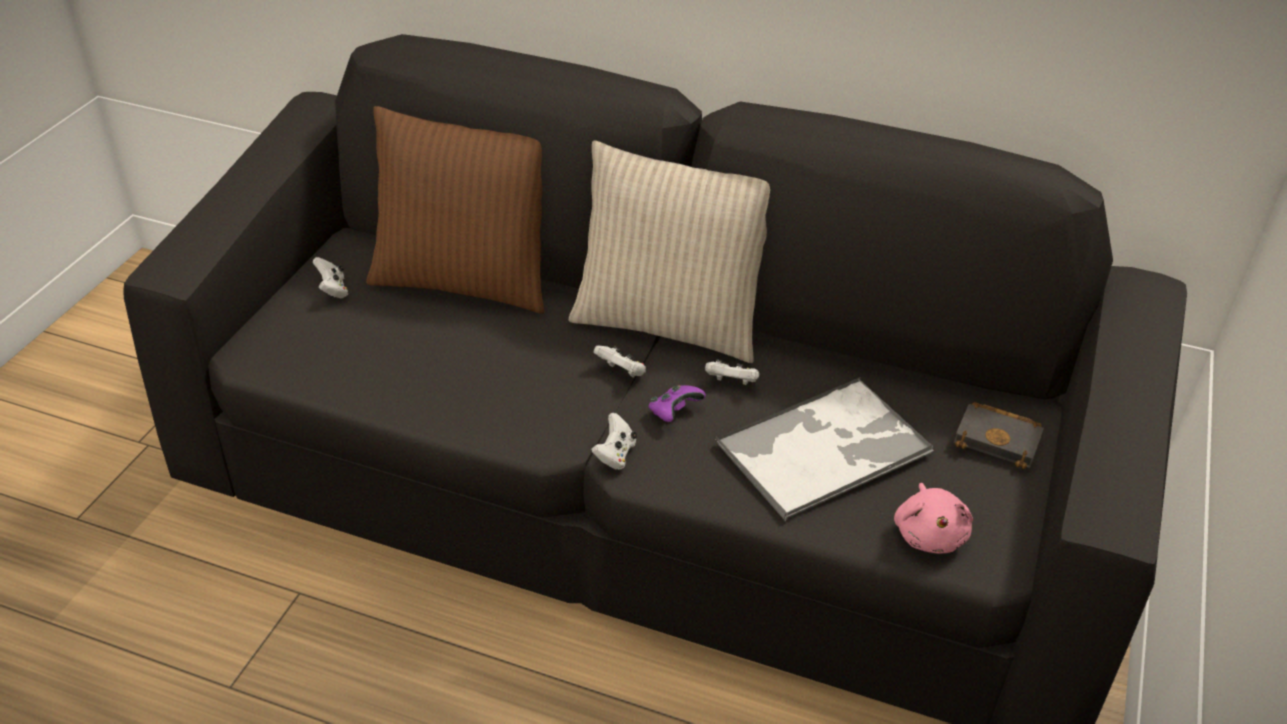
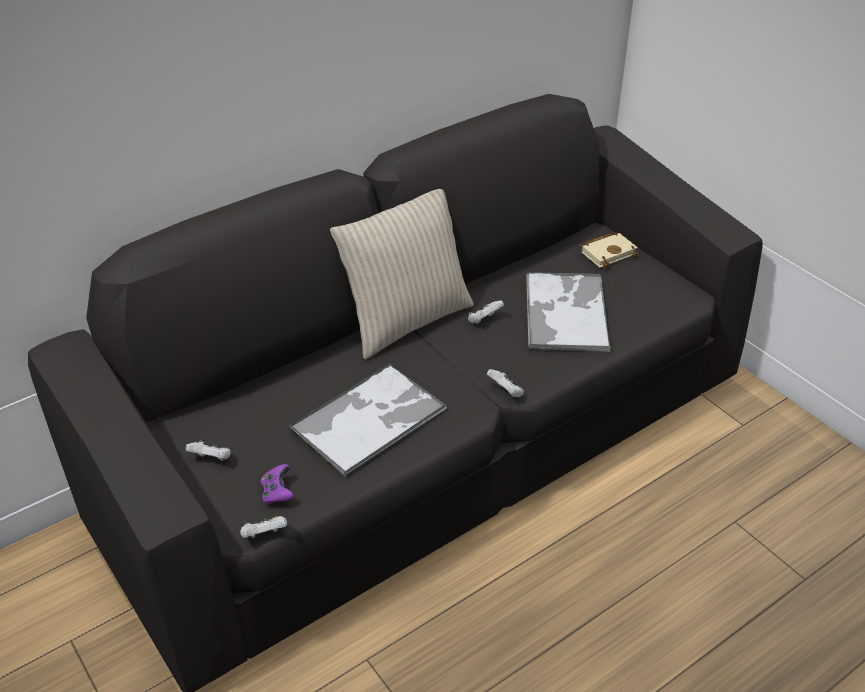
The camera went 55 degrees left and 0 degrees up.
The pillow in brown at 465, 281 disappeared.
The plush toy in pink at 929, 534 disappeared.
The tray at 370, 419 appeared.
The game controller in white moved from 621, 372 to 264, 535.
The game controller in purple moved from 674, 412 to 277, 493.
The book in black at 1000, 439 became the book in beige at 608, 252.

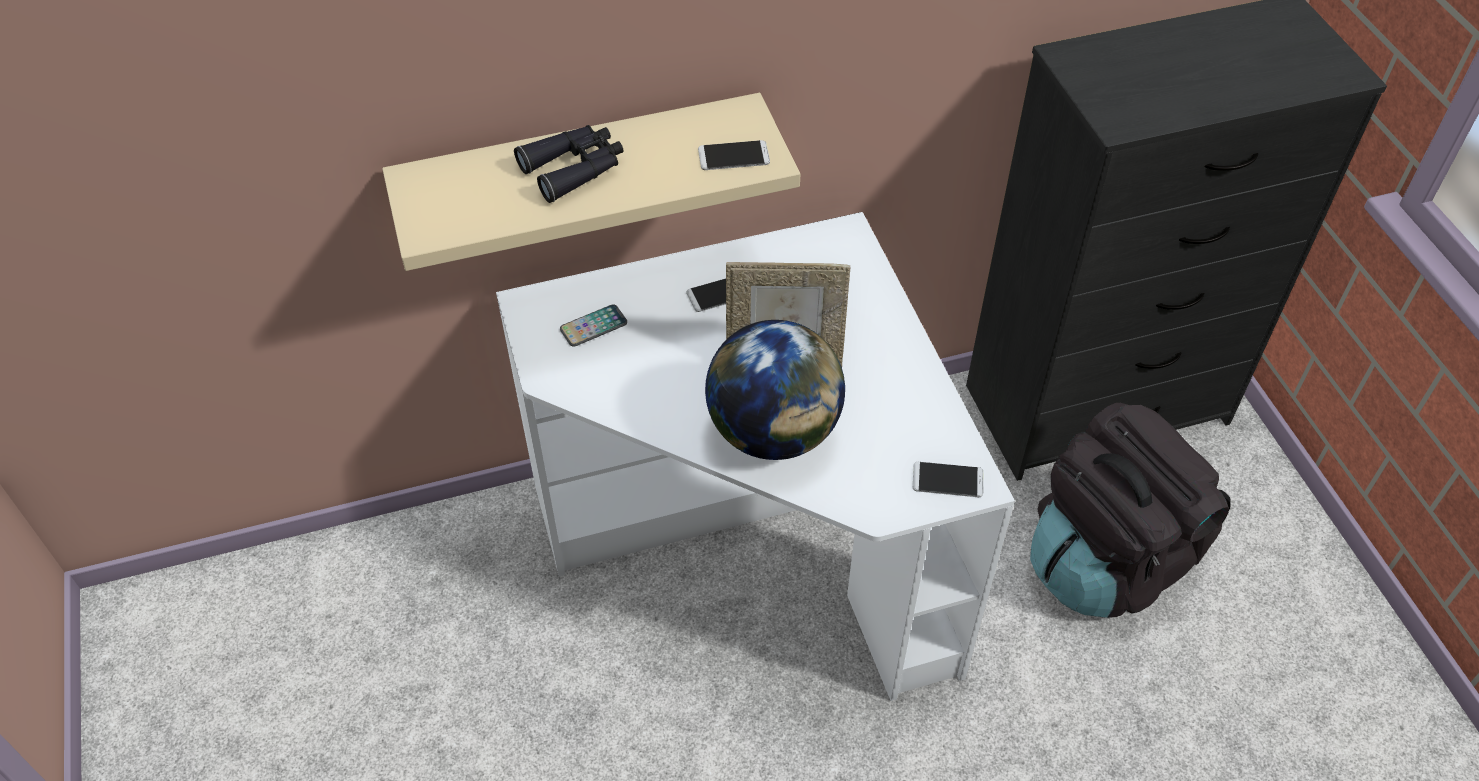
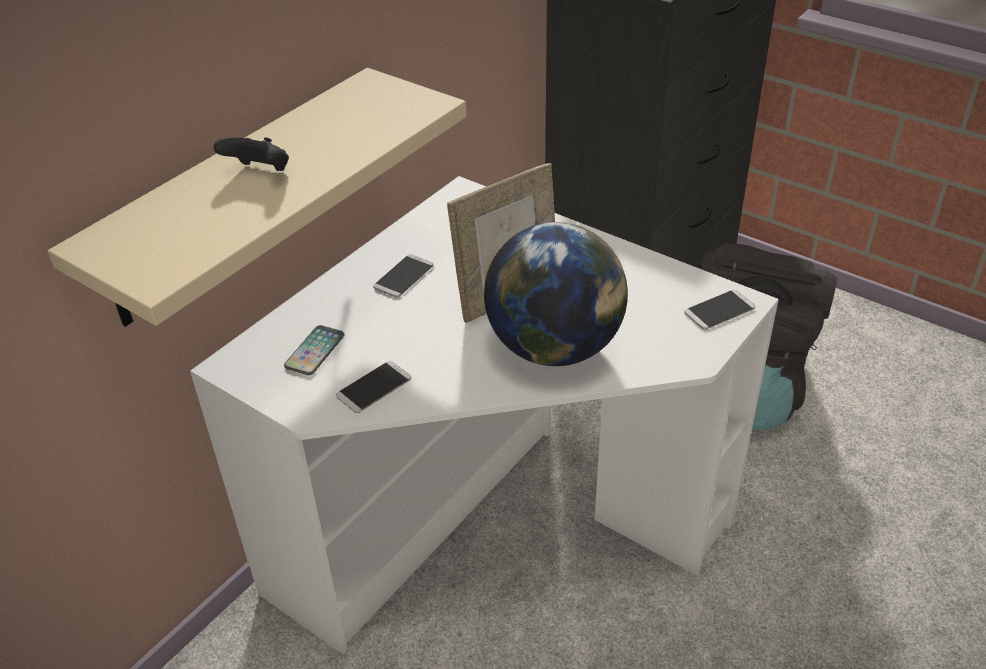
The camera went 35 degrees left and 10 degrees down.
The phone moved from 733, 156 to 374, 387.
The binoculars in black at 575, 168 was replaced by the game controller in black at 259, 172.

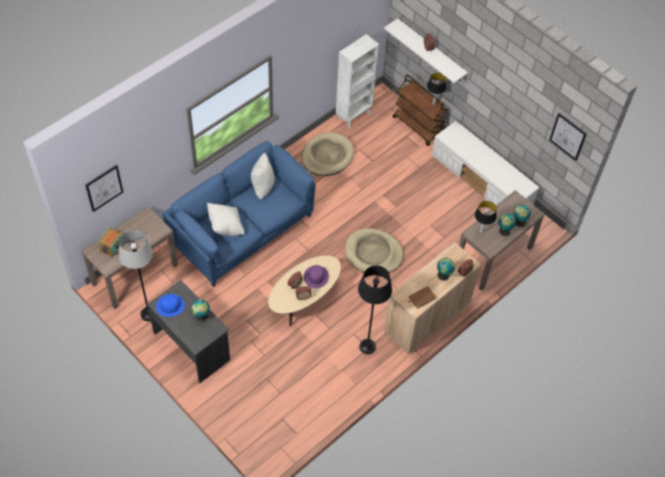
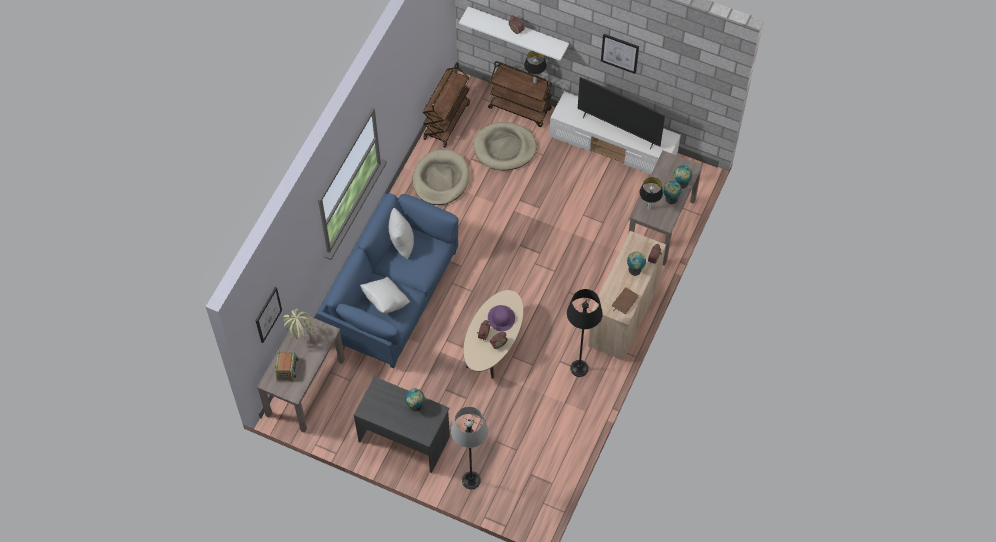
The camera went 20 degrees left and 5 degrees up.
The hat in blue at 170, 305 disappeared.
The potted plant at 302, 338 appeared.
The television at 619, 129 appeared.
The floor lamp in grey moved from 149, 314 to 471, 480.
The dog bed in beige moved from 373, 253 to 504, 148.
The picture moved from 568, 136 to 620, 53.
The bookcase in white at 354, 115 was replaced by the cart in brown at 446, 120.

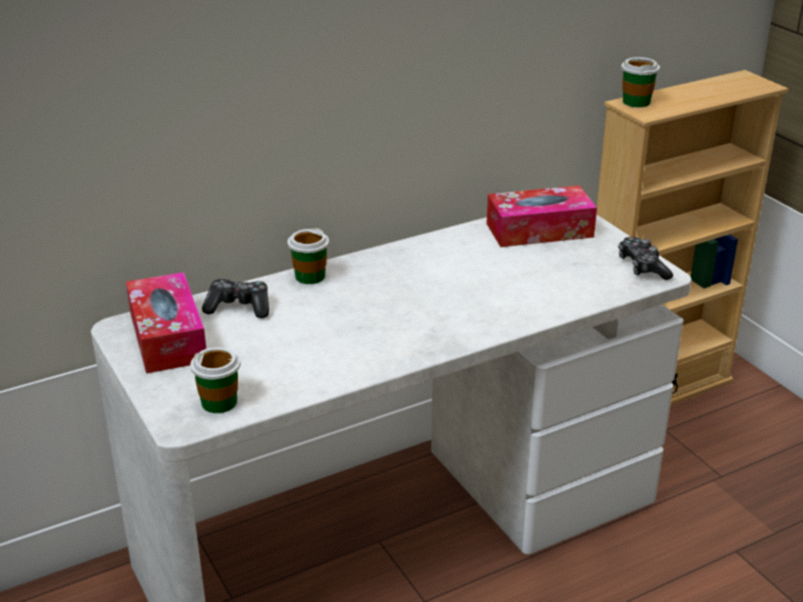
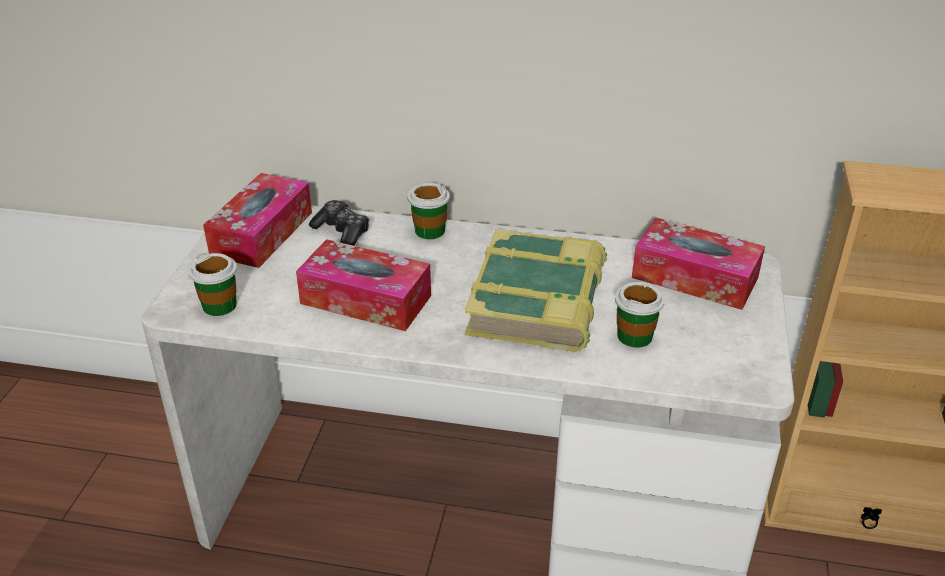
The camera went 40 degrees right and 5 degrees up.
The game controller at 642, 267 disappeared.
The tissue box at 366, 299 appeared.
The book at 538, 301 appeared.
The cup moved from 636, 102 to 635, 336.

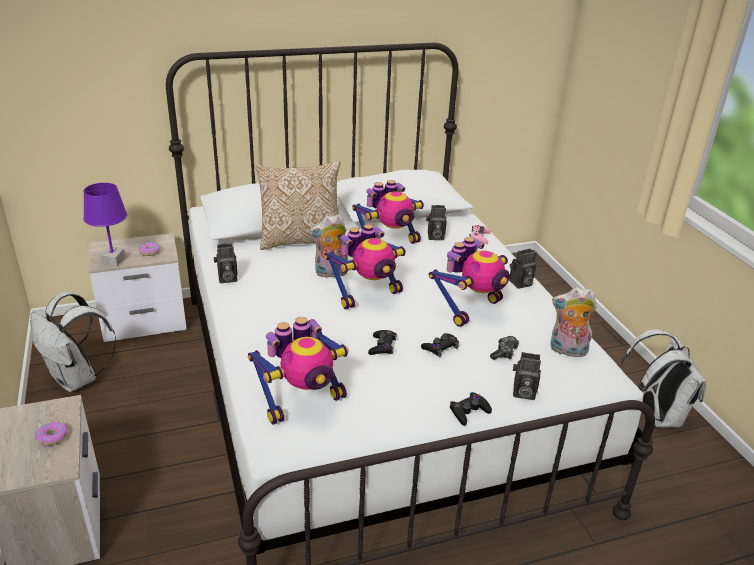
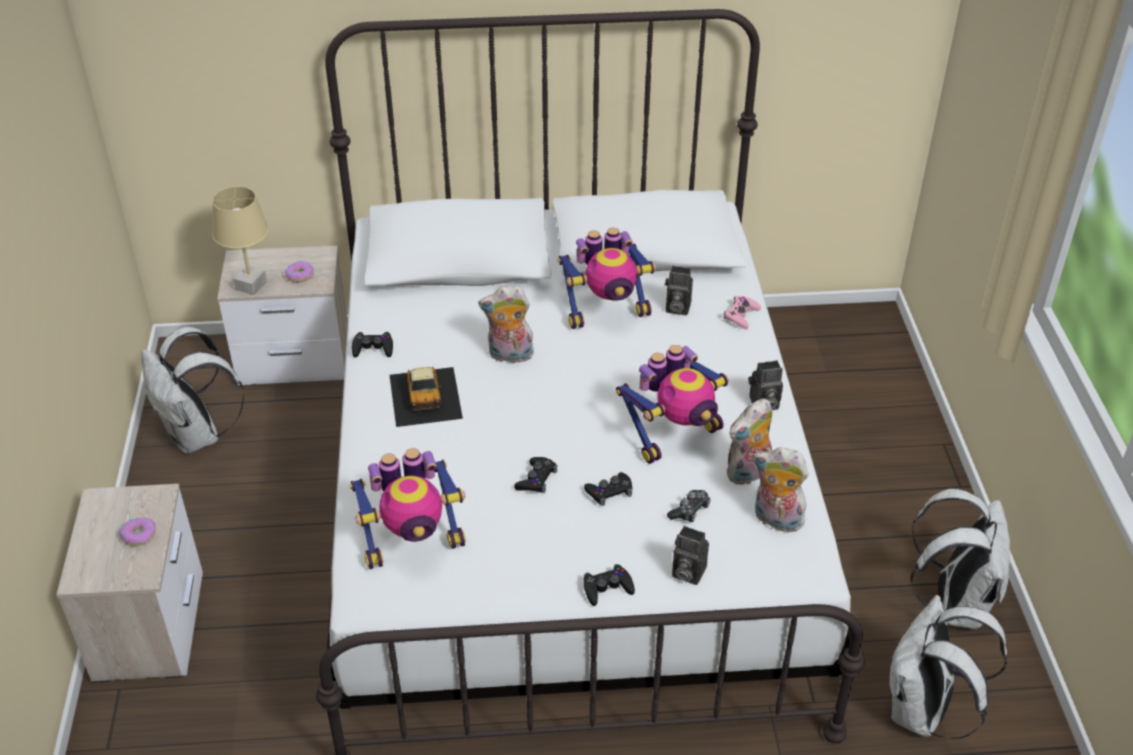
The camera went 15 degrees right and 10 degrees up.
The pillow at 301, 240 disappeared.
The toy robot at 367, 295 disappeared.
The toy car at 425, 396 appeared.
The plush toy at 748, 474 appeared.
The backpack in white at 923, 712 appeared.
The photo camera at 226, 279 was replaced by the game controller in black at 373, 348.
The table lamp in purple at 113, 261 became the table lamp in beige at 251, 286.

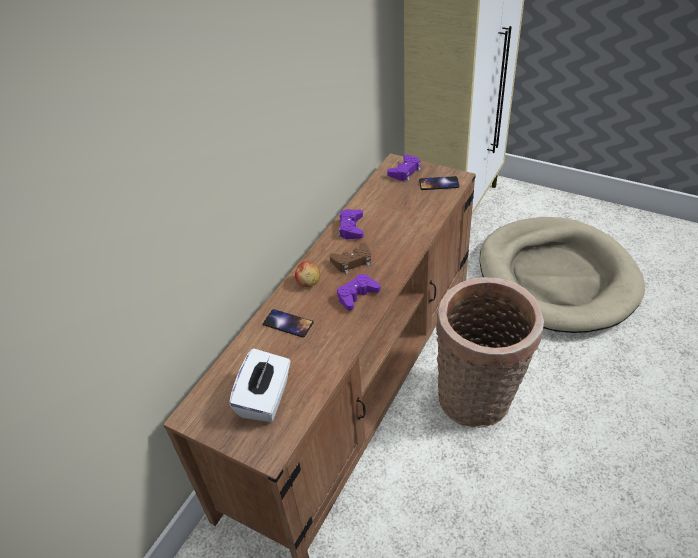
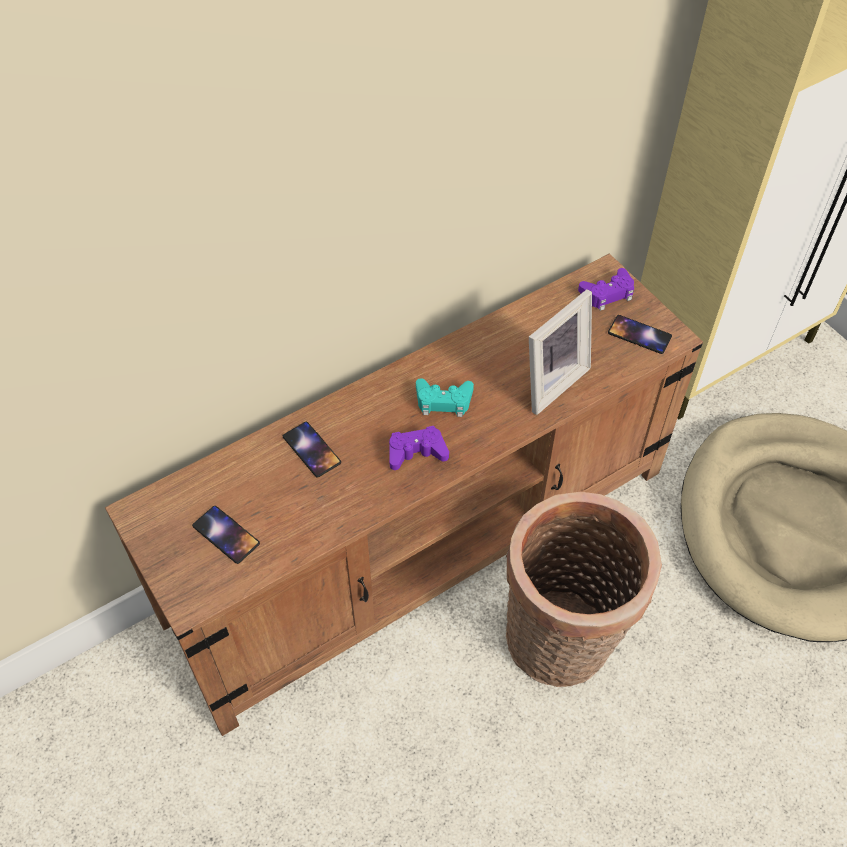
The camera went 25 degrees right and 10 degrees up.
The apple at 308, 282 disappeared.
The game controller in purple at 351, 228 disappeared.
The picture frame at 549, 381 appeared.
The tissue box in white at 265, 399 was replaced by the phone at 226, 534.
The game controller in brown at 352, 262 became the game controller in turquoise at 443, 401.

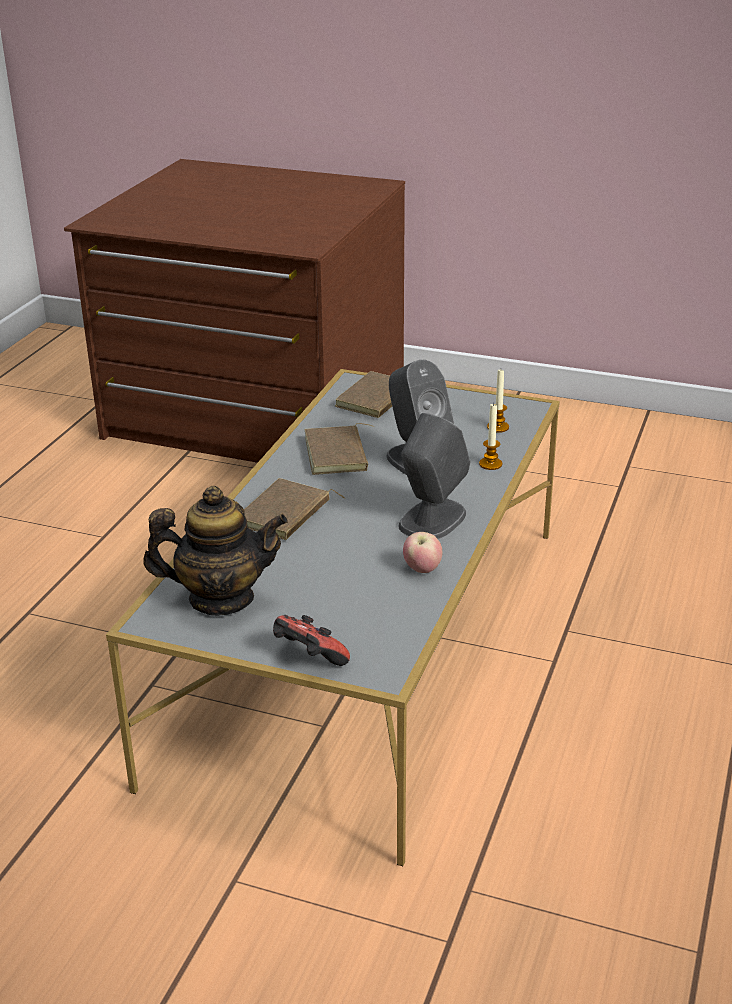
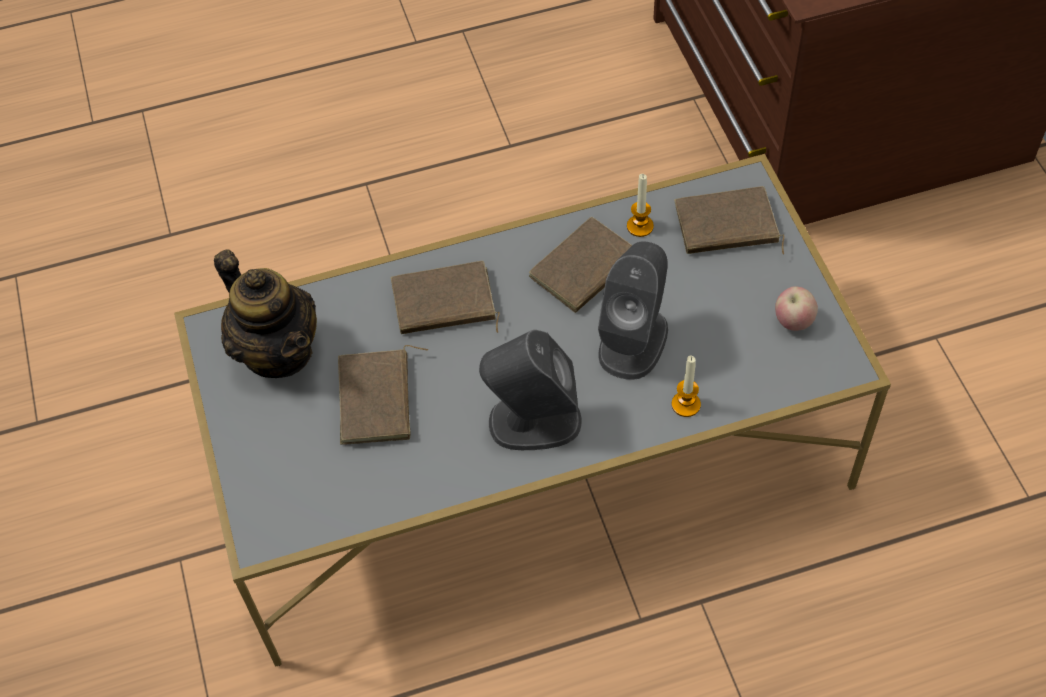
The camera went 55 degrees right and 25 degrees up.
The game controller at 308, 659 disappeared.
The book in brown at 379, 400 appeared.
The apple moved from 422, 569 to 793, 321.
The candle moved from 498, 427 to 640, 226.

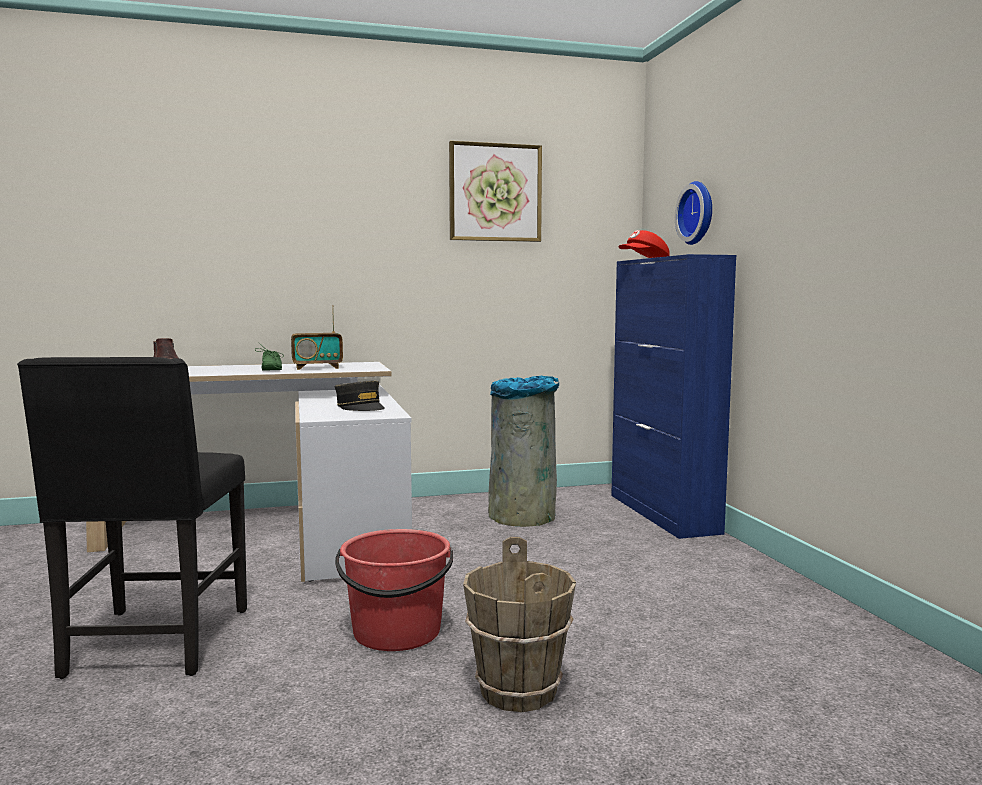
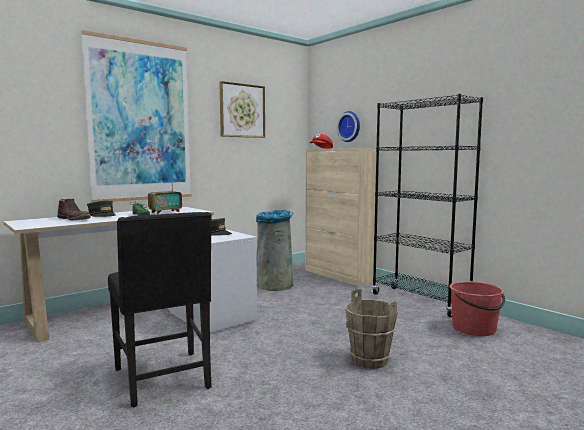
The camera went 25 degrees left and 0 degrees up.
The picture at 140, 121 appeared.
The cap in grey at 102, 215 appeared.
The bookcase in black at 420, 301 appeared.
The bucket in red moved from 397, 633 to 474, 329.
The cabinet in blue at 663, 513 became the cabinet in beige at 338, 275.

